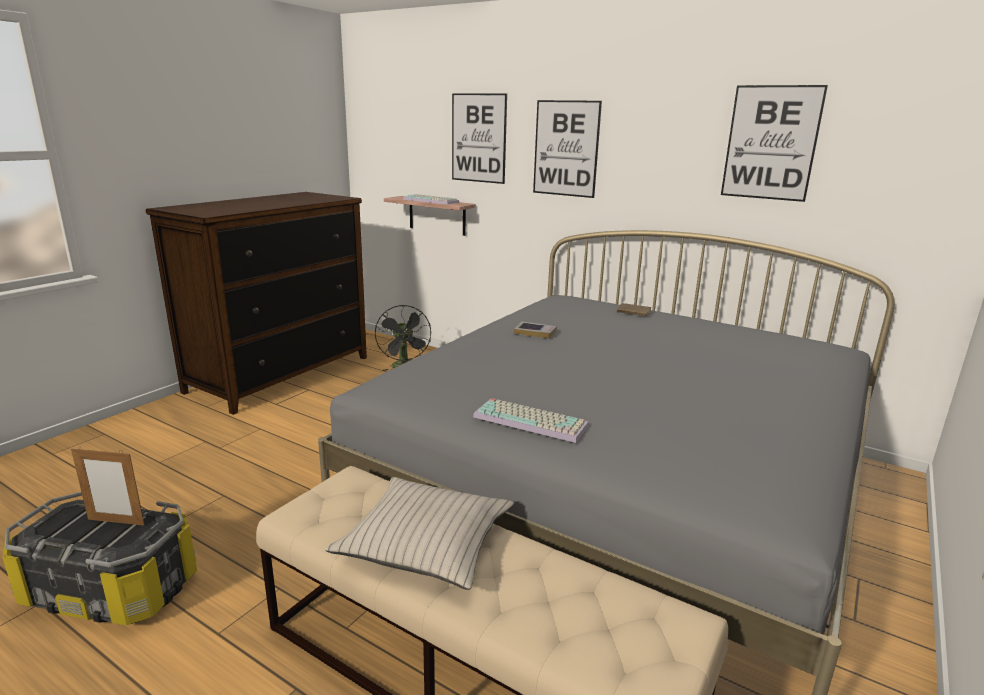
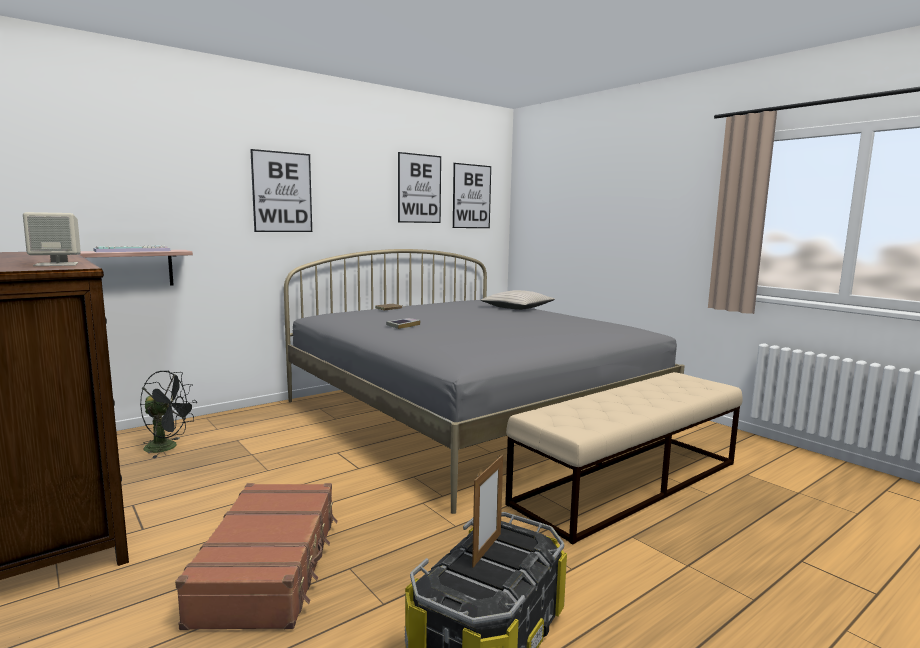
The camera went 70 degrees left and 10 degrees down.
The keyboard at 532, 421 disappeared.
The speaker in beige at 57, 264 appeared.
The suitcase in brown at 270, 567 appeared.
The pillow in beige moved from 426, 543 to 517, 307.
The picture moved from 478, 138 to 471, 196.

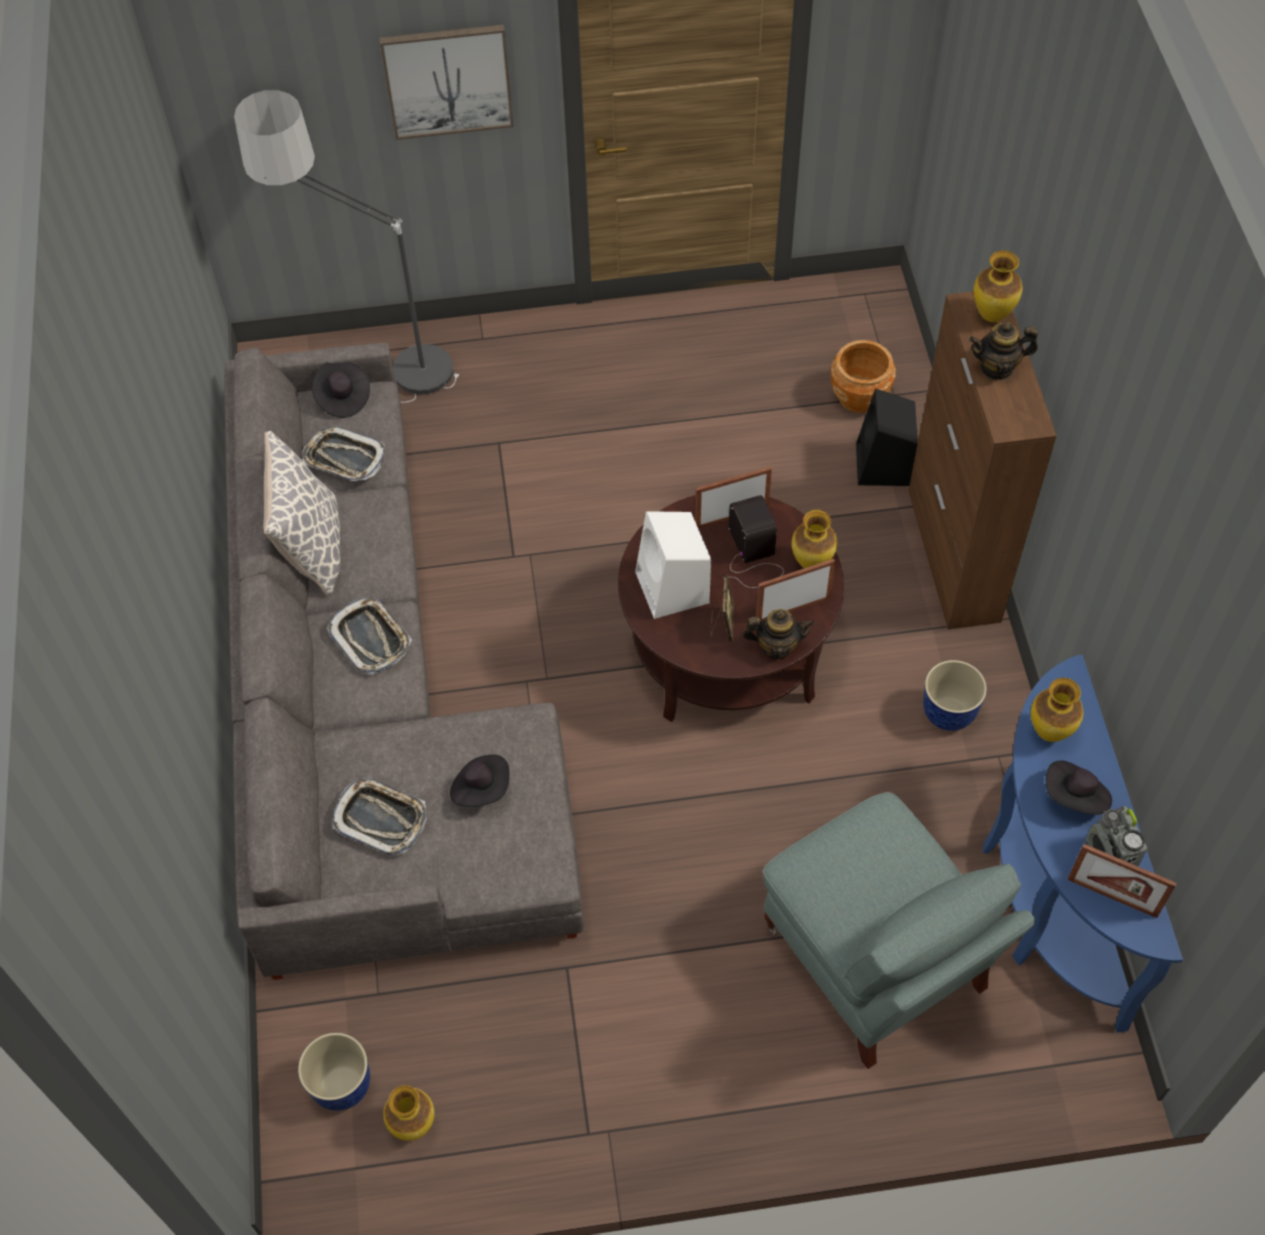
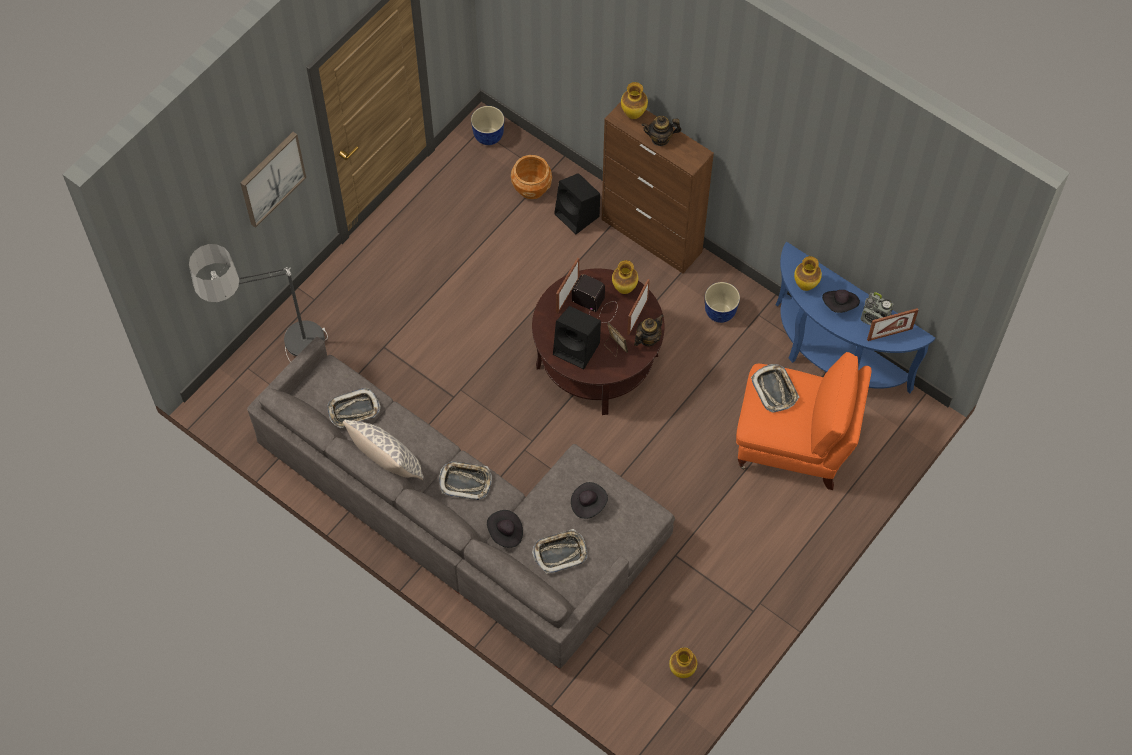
The camera went 45 degrees left and 5 degrees up.
The tray at 775, 390 appeared.
The planter moved from 341, 1085 to 488, 136.
The hat in black moved from 342, 398 to 505, 533.
The speaker in white at 673, 589 became the speaker in black at 577, 349.
The armchair in grey at 875, 960 became the armchair in orange at 793, 444.
The teapot at 997, 368 turned 45 degrees clockwise.

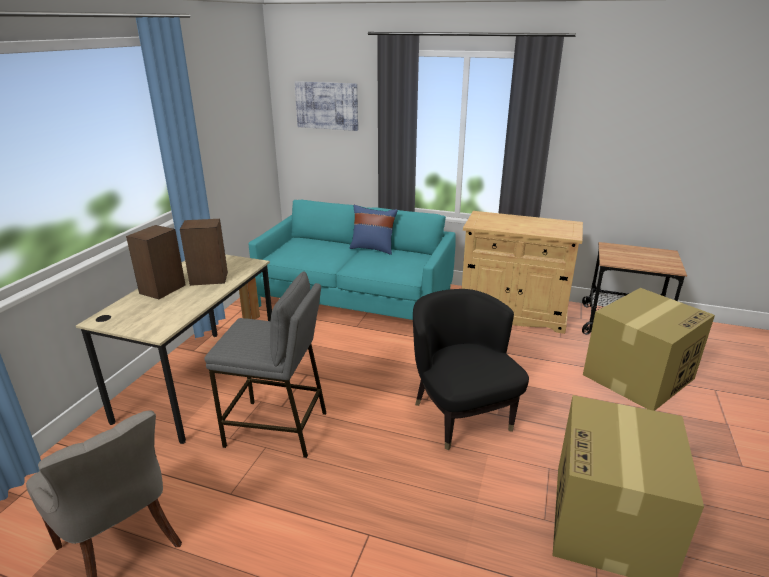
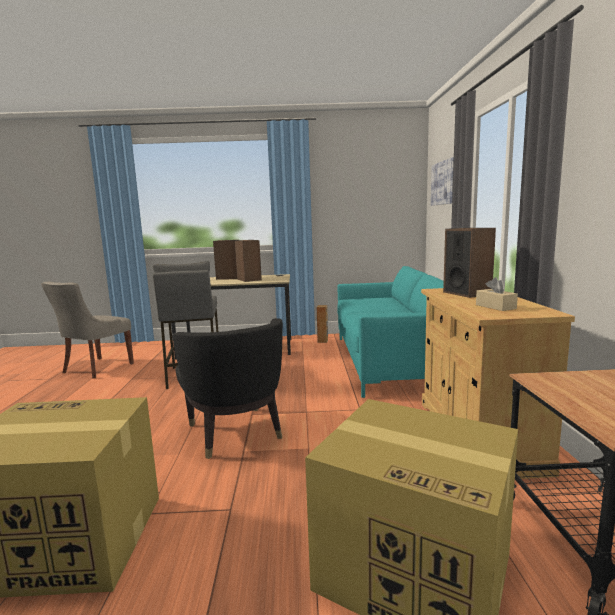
The camera went 70 degrees right and 15 degrees down.
The pillow in blue at 373, 248 disappeared.
The speaker at 467, 293 appeared.
The tissue box in beige at 495, 307 appeared.
The armchair in black at 460, 414 turned 105 degrees clockwise.

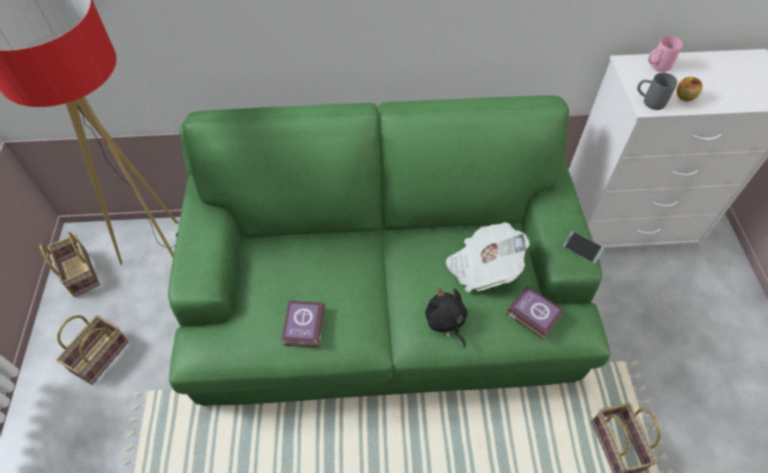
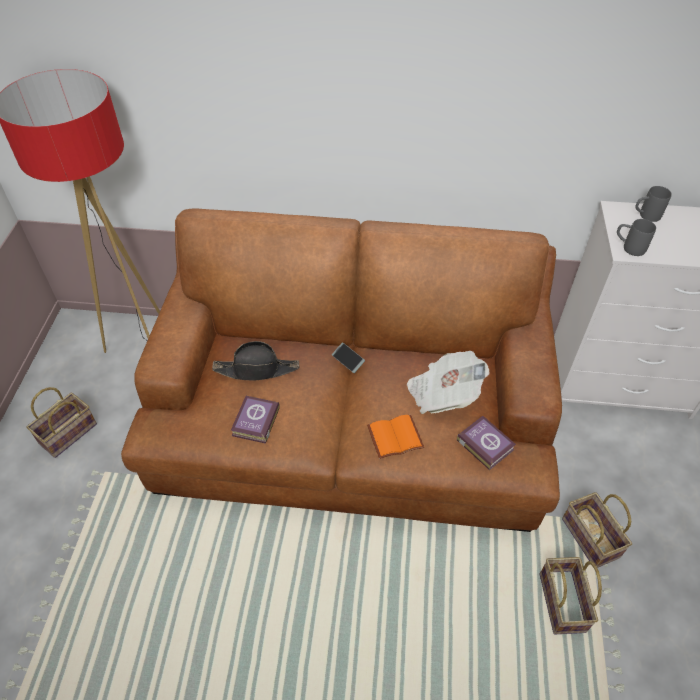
The camera went 10 degrees right and 5 degrees down.
The apple at 684, 97 disappeared.
The hat in black at 257, 369 appeared.
The basket moved from 79, 273 to 588, 537.
The phone moved from 582, 249 to 348, 360.
The plush toy in black at 446, 322 was replaced by the book in orange at 394, 438.
The sofa in green at 383, 298 became the sofa in brown at 350, 420.
The mug in pink at 656, 66 became the mug in grey at 645, 216.

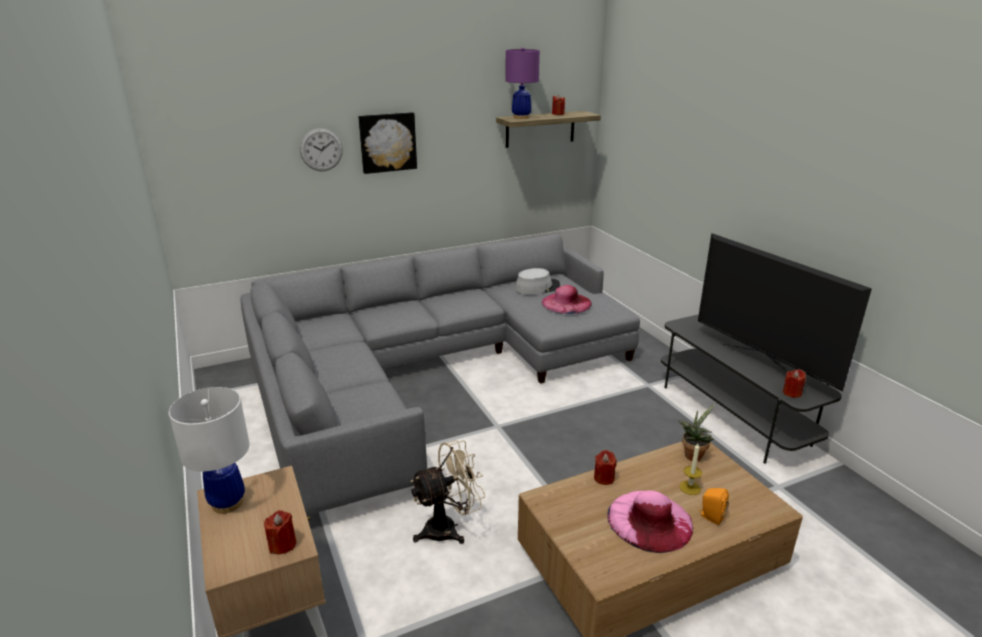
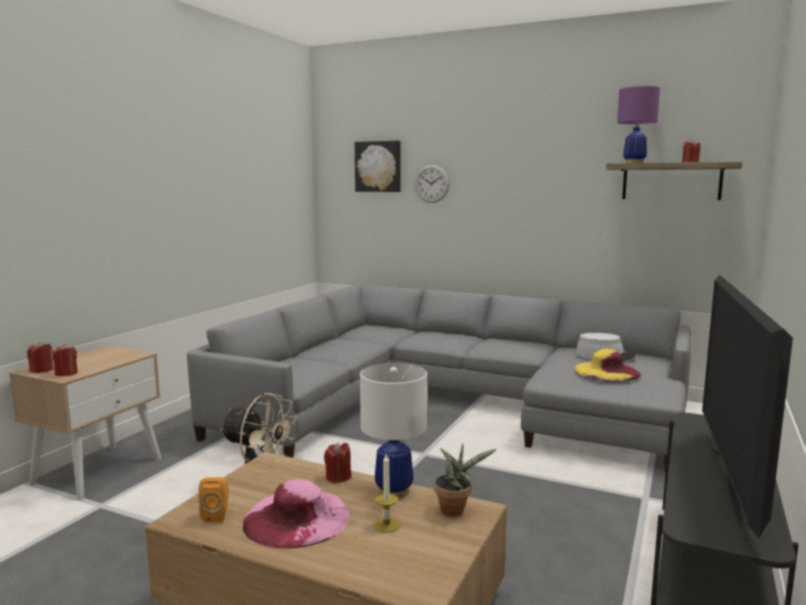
The camera went 50 degrees right and 15 degrees down.
The table lamp in white moved from 227, 503 to 394, 491.
The picture moved from 387, 142 to 378, 166.
The speaker in orange moved from 710, 517 to 217, 515.
The candle in red moved from 792, 393 to 42, 370.
The hat in pink at 566, 303 became the hat in yellow at 607, 371.

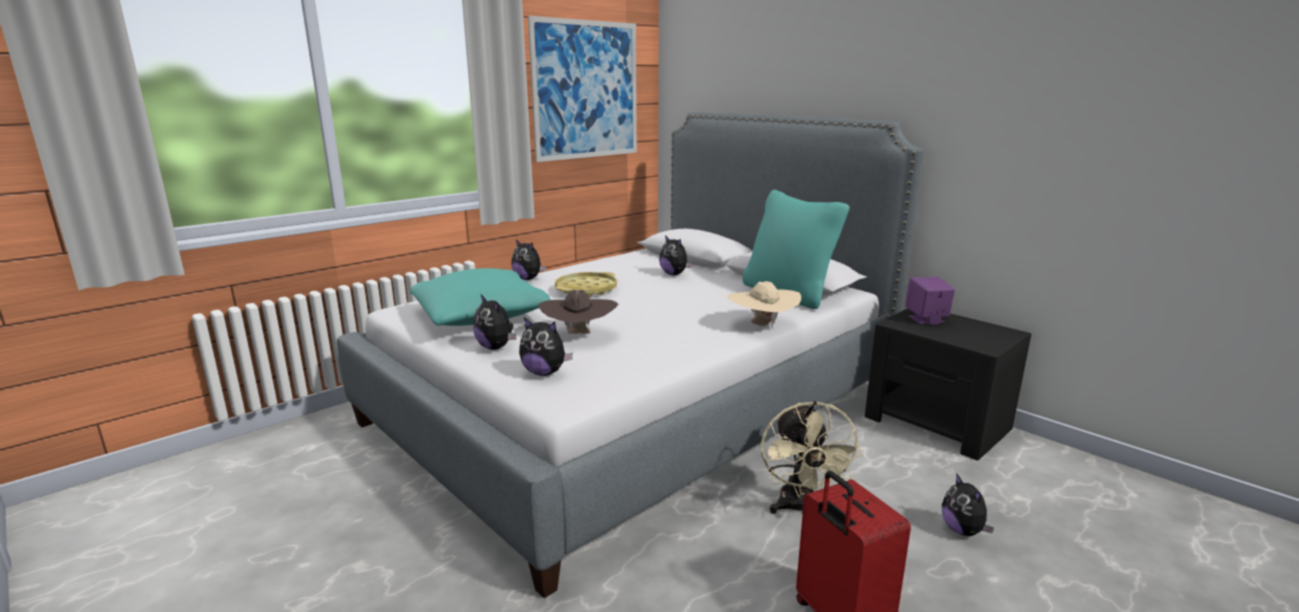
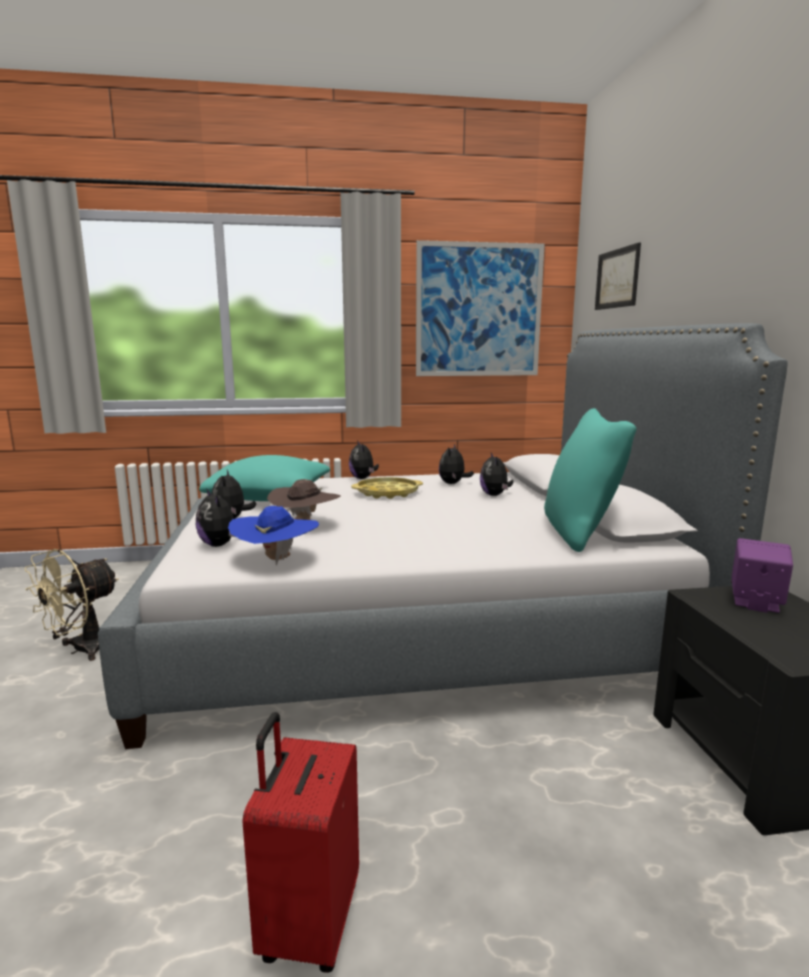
The camera went 35 degrees right and 5 degrees down.
The hat in beige at 762, 325 disappeared.
The hat in blue at 276, 560 appeared.
The picture at 617, 278 appeared.
The fan in beige moved from 800, 508 to 82, 650.
The plush toy moved from 963, 530 to 453, 483.

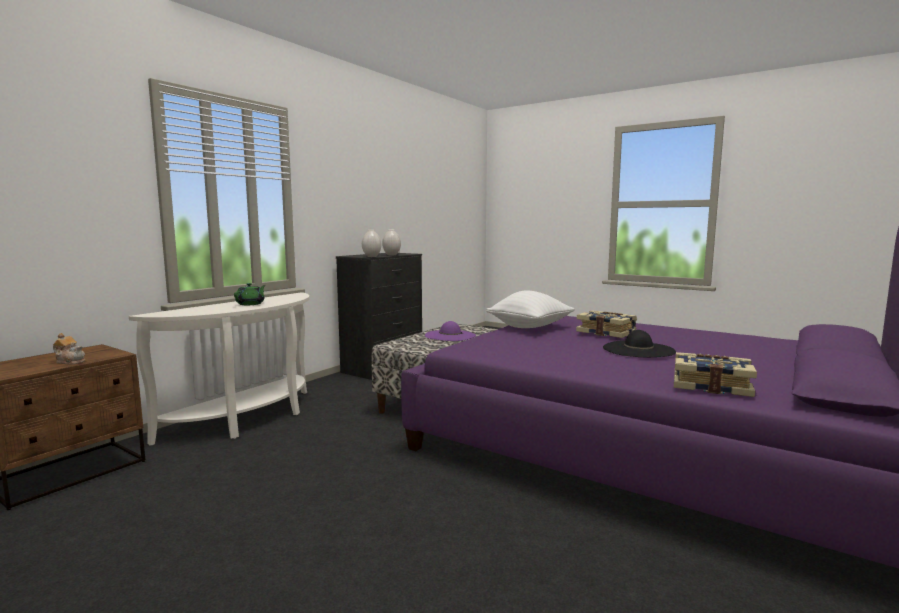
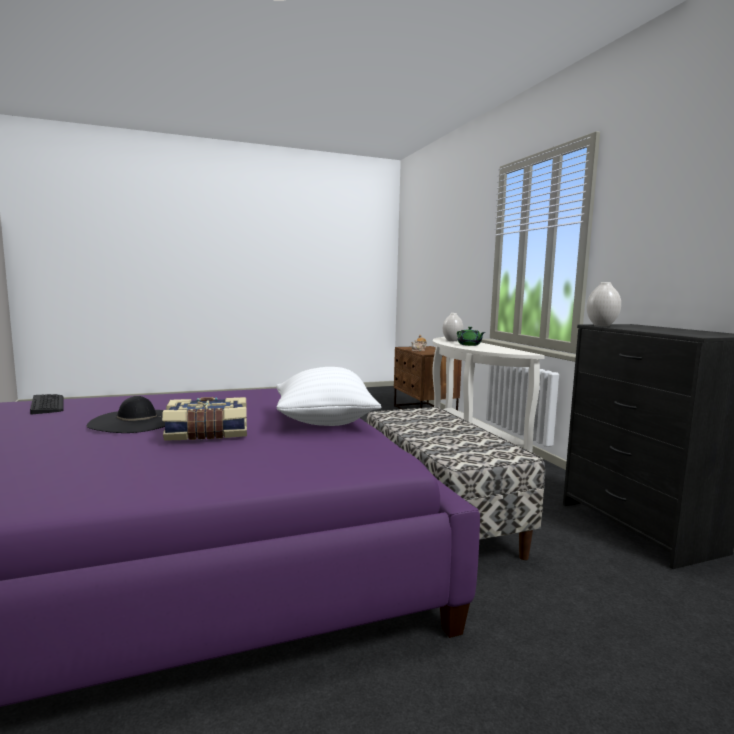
The camera went 125 degrees right and 0 degrees up.
The hat in purple at 450, 335 disappeared.
The vase in white moved from 392, 255 to 452, 340.
The book at 711, 386 was replaced by the keyboard at 48, 404.

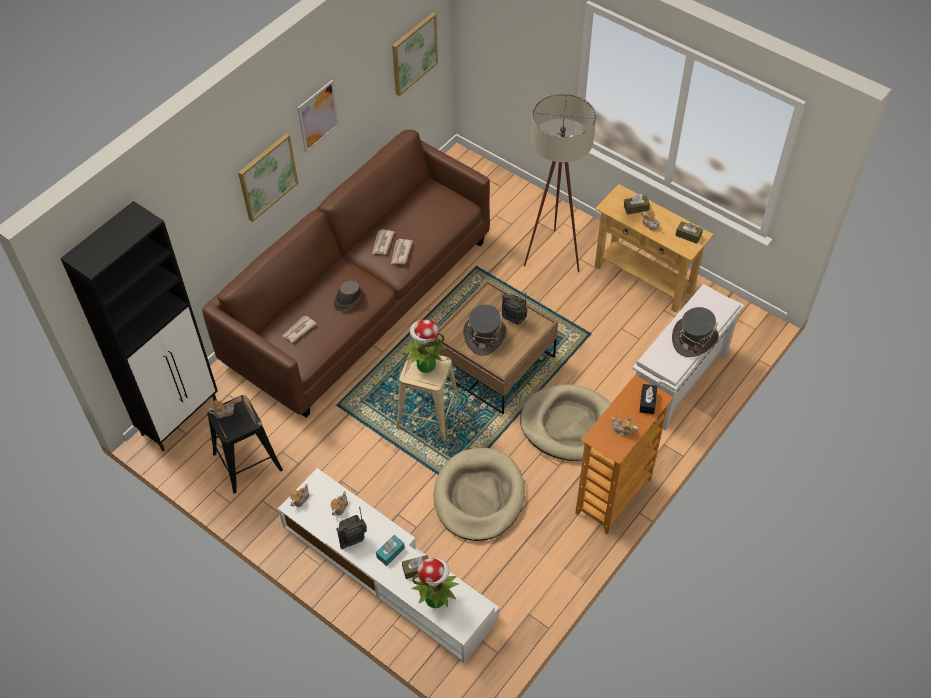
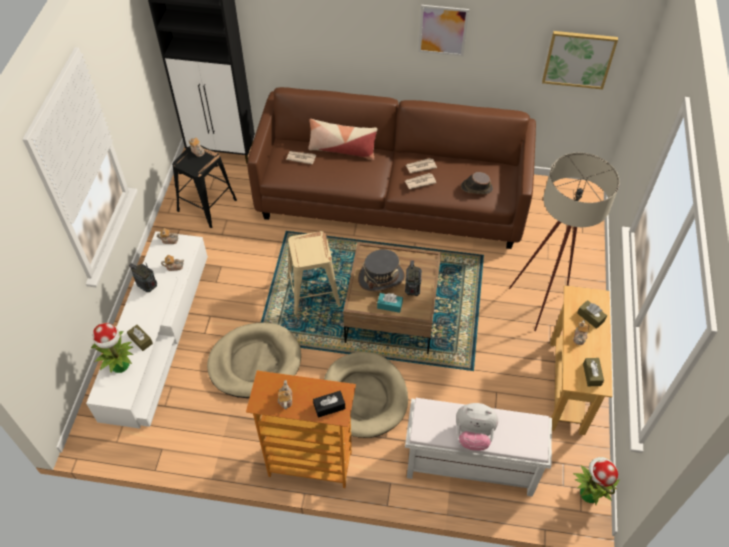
The camera went 60 degrees right and 0 degrees up.
The picture at 267, 176 disappeared.
The pillow at 342, 149 appeared.
The hat in brown moved from 348, 300 to 476, 188.
The tissue box in turquoise moved from 390, 552 to 389, 305.
The potted plant moved from 425, 365 to 588, 493.
The hat in grey at 694, 338 was replaced by the plush toy at 473, 435.

